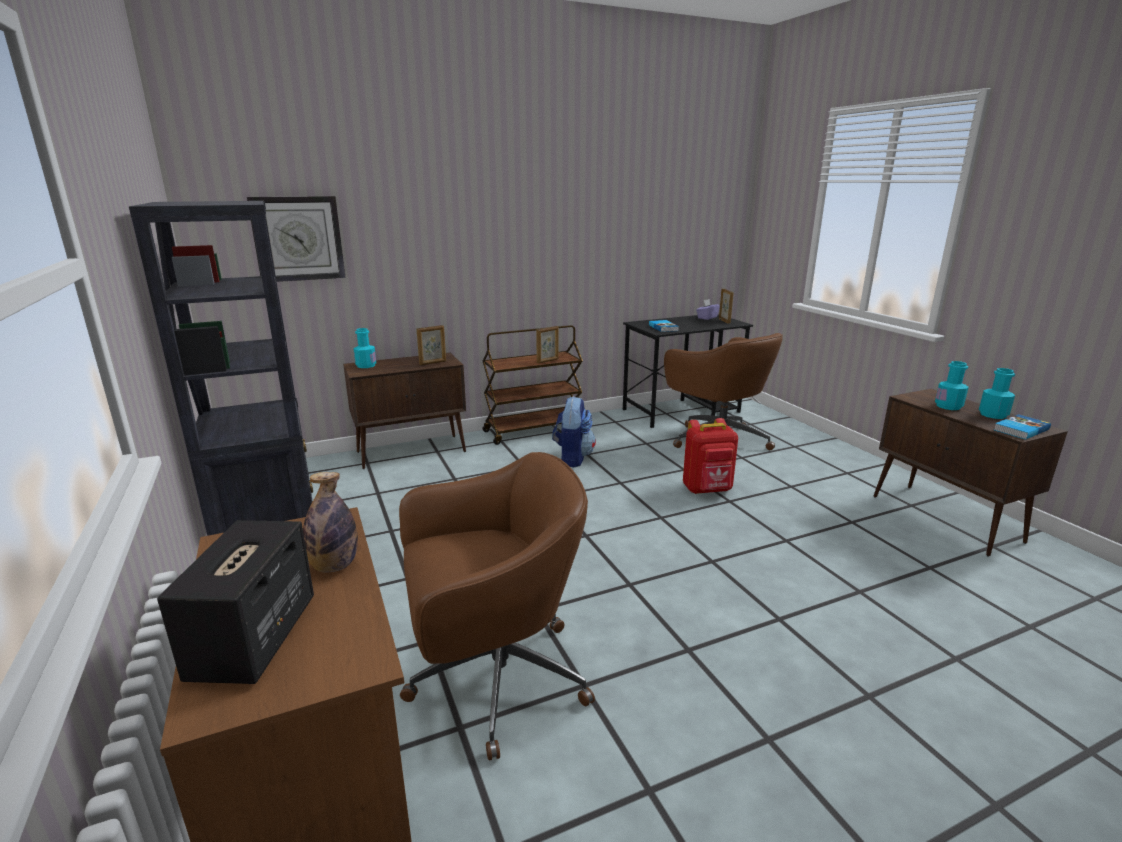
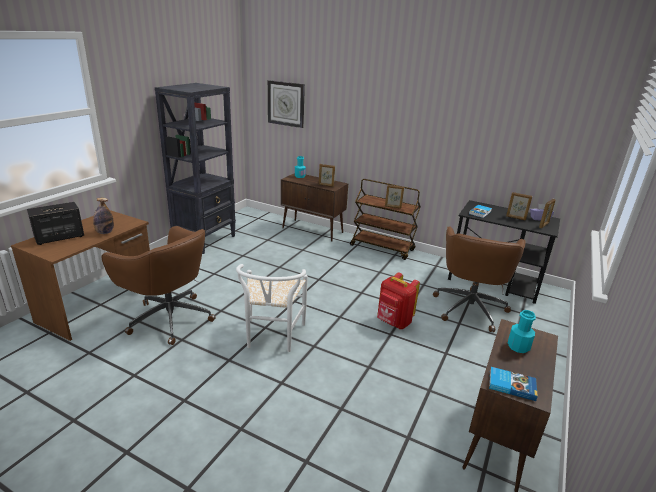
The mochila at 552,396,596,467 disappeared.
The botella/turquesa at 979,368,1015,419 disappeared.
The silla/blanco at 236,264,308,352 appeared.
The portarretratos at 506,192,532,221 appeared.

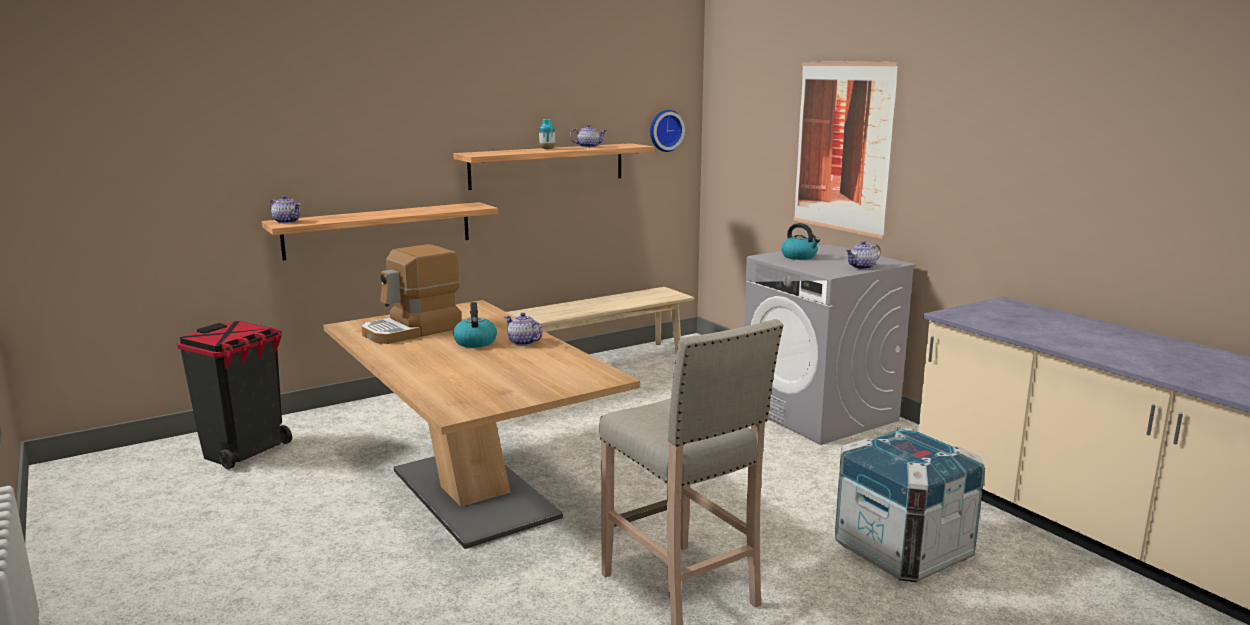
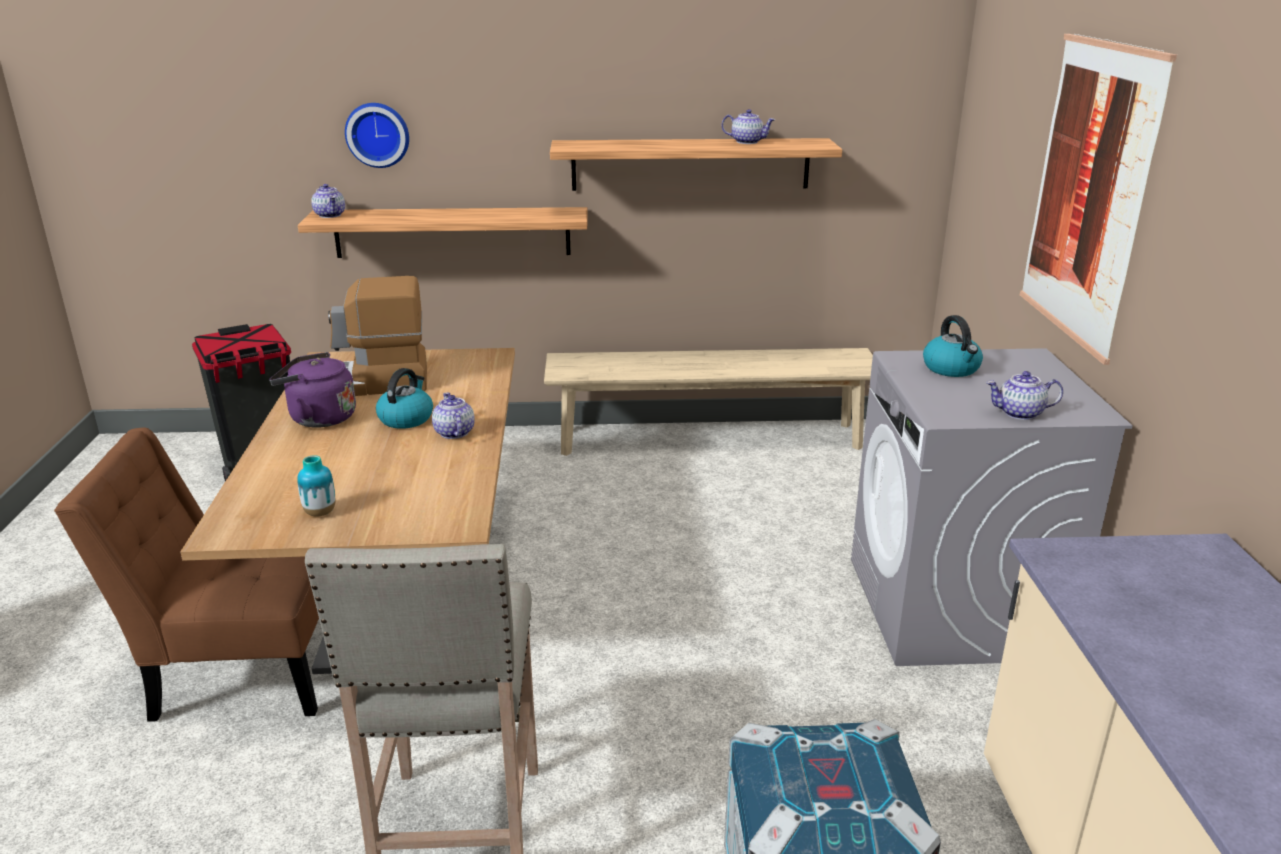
The florero moved from 539,119,555,149 to 297,455,335,517.
The reloj de pared moved from 650,110,685,152 to 345,103,409,168.
The silla/marrón at 54,428,319,722 appeared.
The hervidor/morado at 269,352,356,428 appeared.

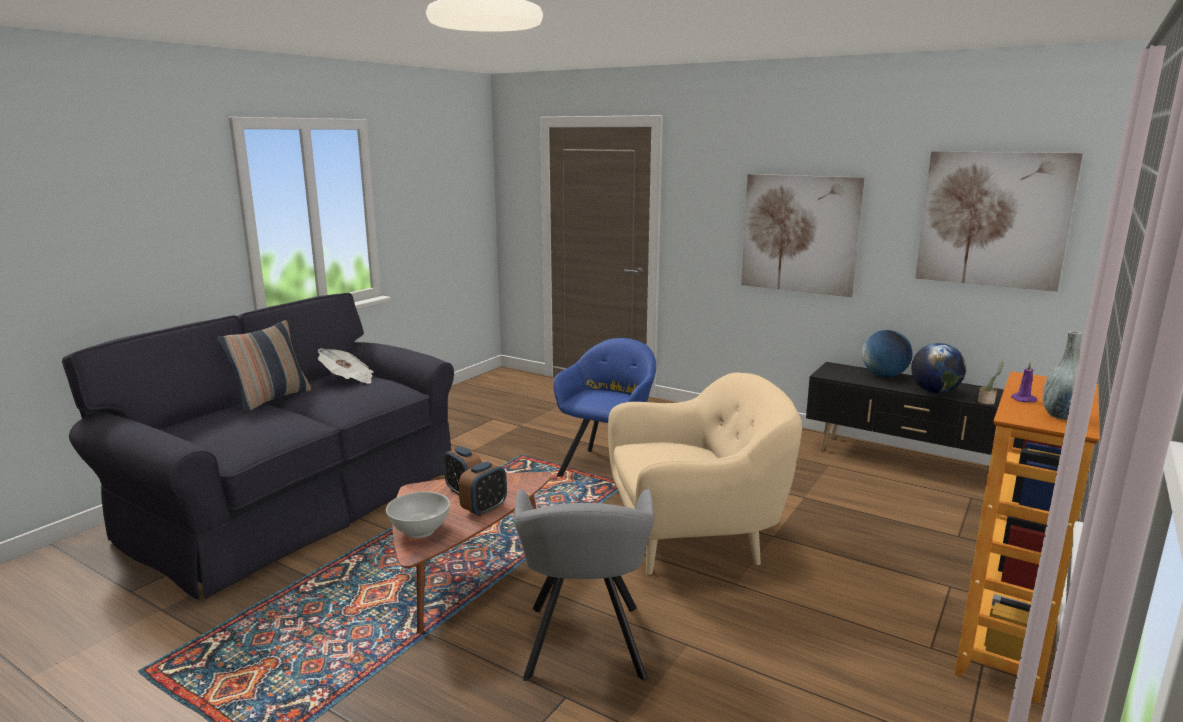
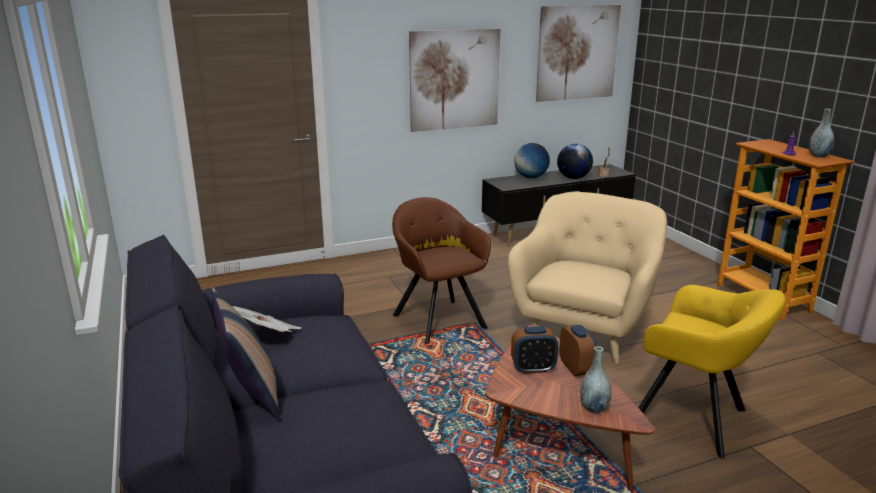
The cuenco/blanco at 386,492,450,538 was replaced by the florero/gris at 580,346,612,413.
The sillón/gris at 514,489,654,681 became the sillón/amarillo at 638,285,785,459.
The sillón/azul at 553,338,656,477 became the sillón/marrón at 392,197,491,345.

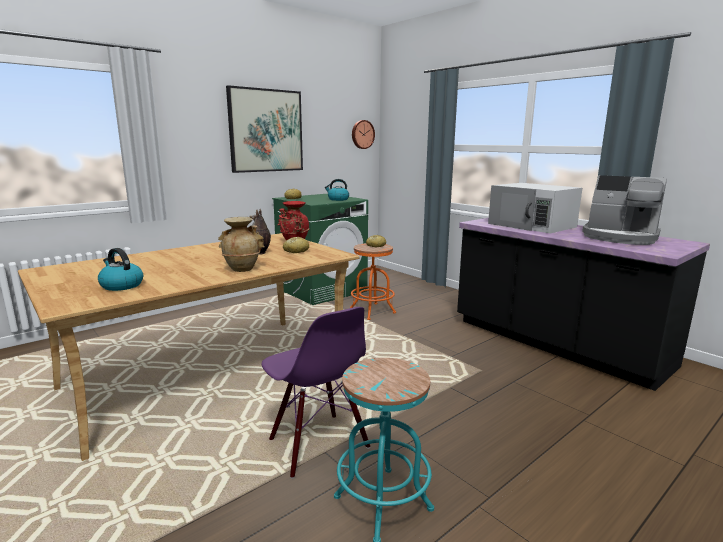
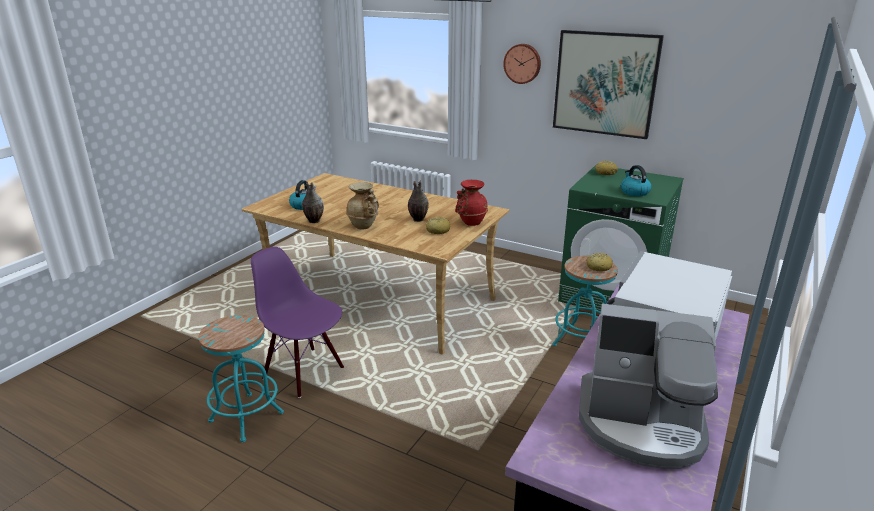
The silla/morado at 262,307,370,479 turned 90 degrees clockwise.
The taburete/naranja at 350,243,396,320 became the taburete/turquesa at 552,256,618,346.
The reloj de pared moved from 352,120,375,149 to 503,44,541,84.
The cafetera at 582,175,667,245 turned 90 degrees counterclockwise.
The florero at 302,182,324,223 appeared.

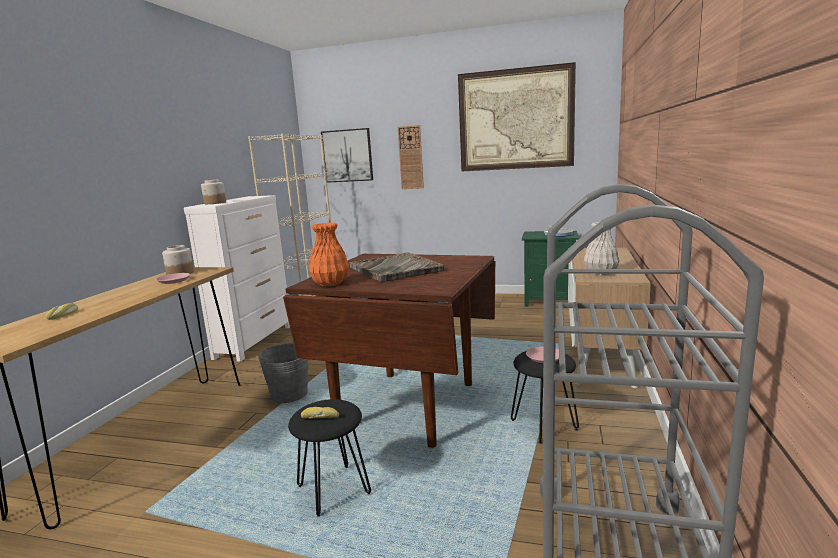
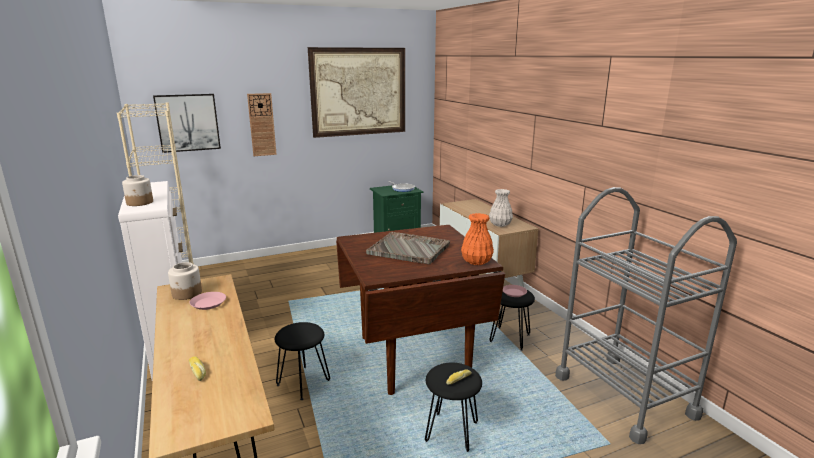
The cubo/gris at 259,343,308,404 was replaced by the taburete/negro at 275,322,330,400.
The florero/naranja moved from 309,223,349,286 to 461,213,494,265.

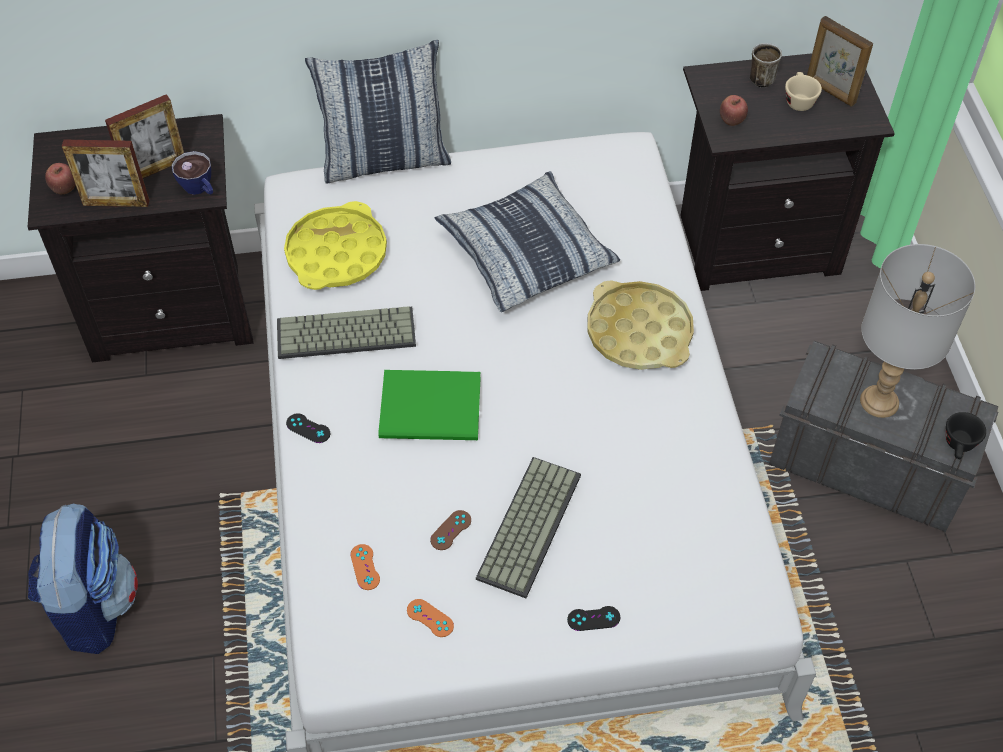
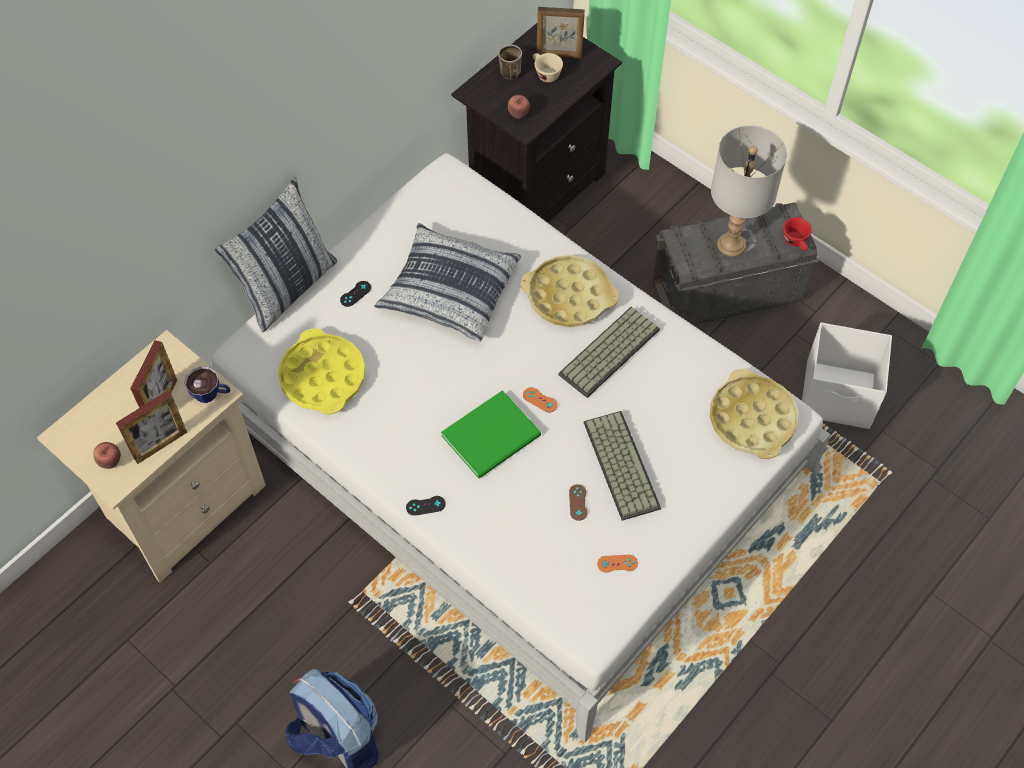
The mesita de noche/negro at 28,114,254,363 became the mesita de noche/beis at 37,330,266,582.
The teclado moved from 277,306,416,359 to 558,307,660,398.
The mando de consola/naranja moved from 350,544,380,590 to 523,387,558,413.
The mando de consola/negro moved from 567,606,620,631 to 340,281,371,307.
The taza/negro at 946,412,986,459 became the taza/rojo at 783,217,812,251.
The bandeja/amarillo at 710,368,798,459 appeared.
The caja de almacenaje/blanco at 802,322,892,429 appeared.

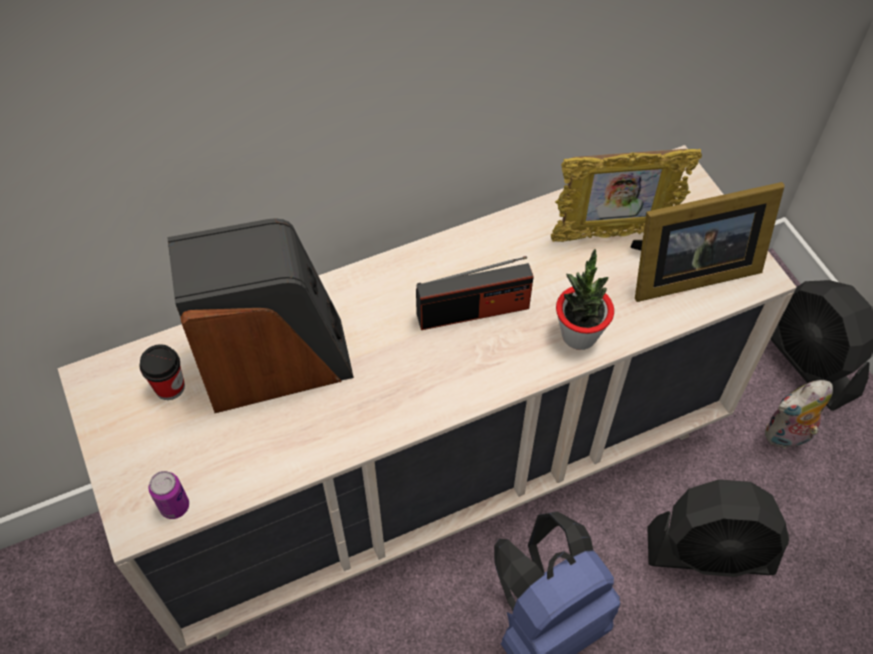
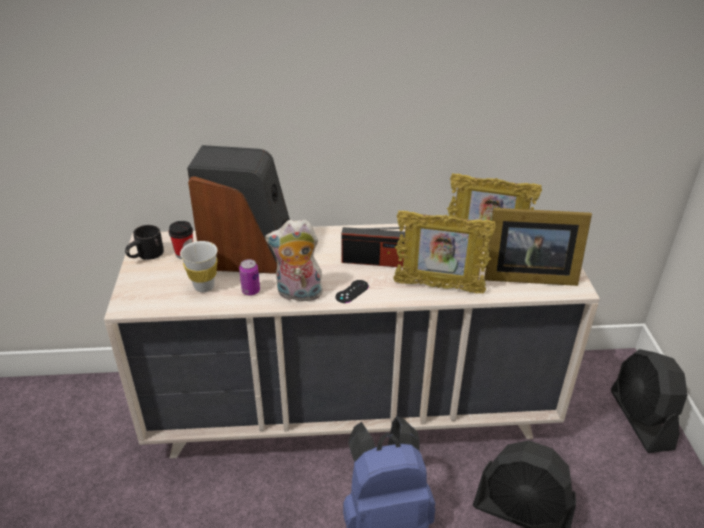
The lata moved from 149,471,189,519 to 239,259,260,296.
The planta en maceta at 556,249,614,350 was replaced by the portarretratos at 393,210,496,293.
The peluche moved from 765,380,833,449 to 265,219,323,302.
The taza grande/negro at 125,225,164,260 appeared.
The taza/blanco at 180,241,218,292 appeared.
The mando de consola/negro at 336,280,369,303 appeared.

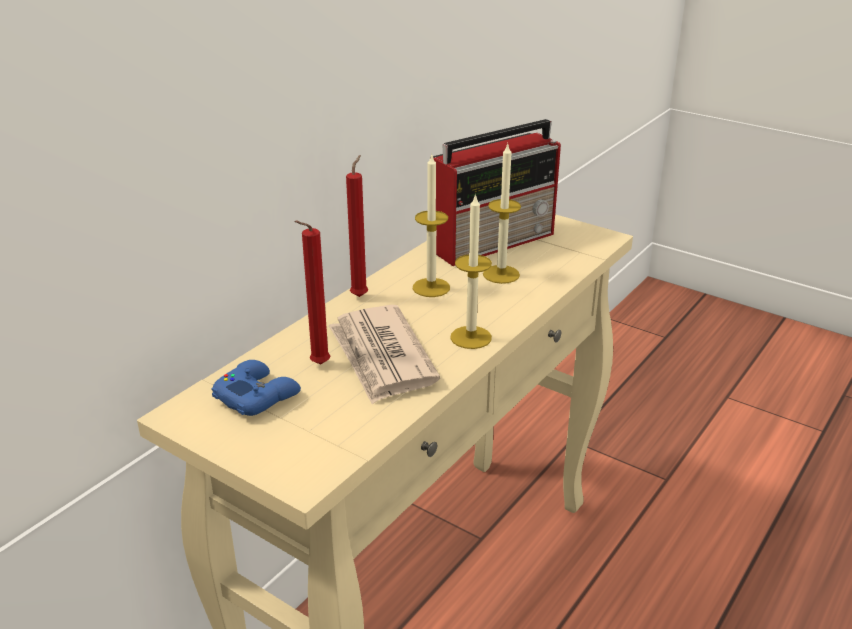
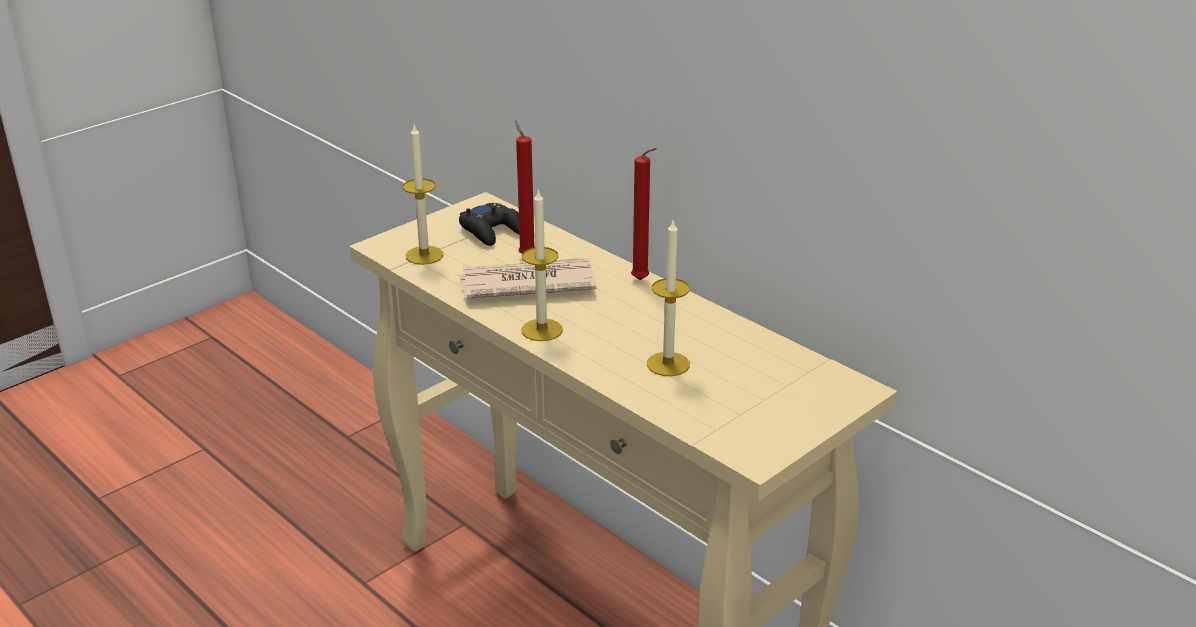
The mando de consola/azul at 211,360,301,416 became the mando de consola/negro at 459,203,519,246.
The vela moved from 413,153,450,297 to 403,124,443,265.
The radio at 433,119,561,266 disappeared.

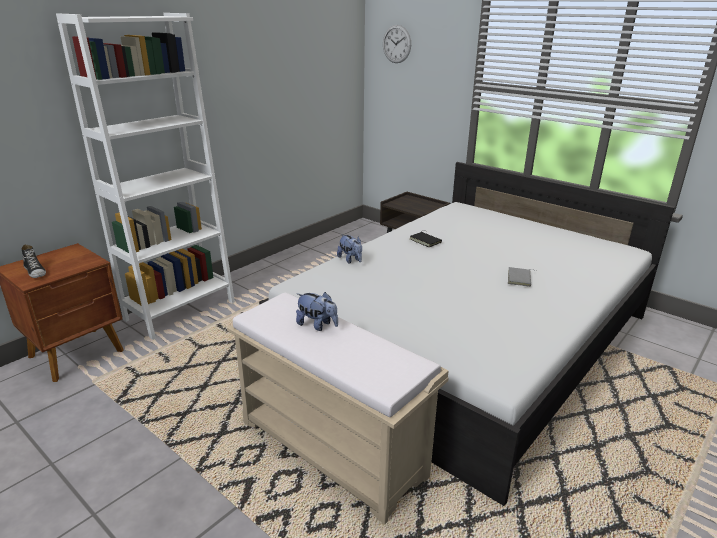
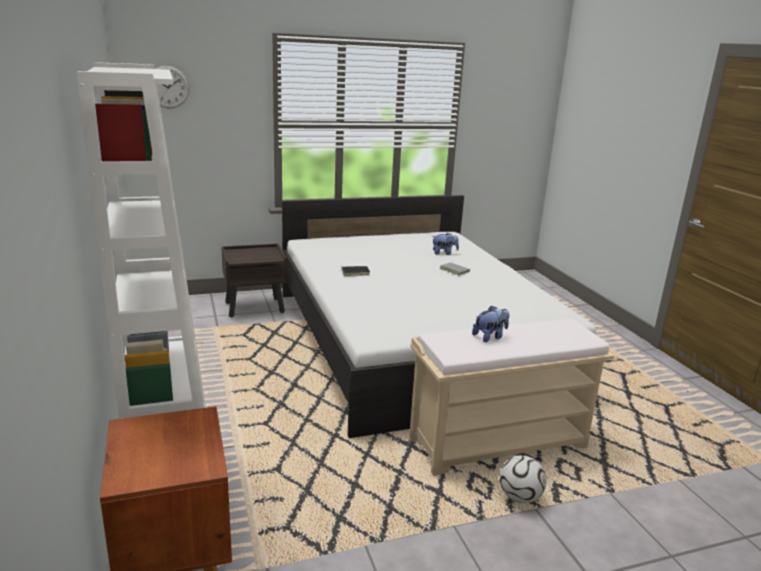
The zapato at 22,244,46,278 disappeared.
The peluche moved from 337,234,362,264 to 432,232,459,255.
The balón de fútbol at 499,455,546,503 appeared.

